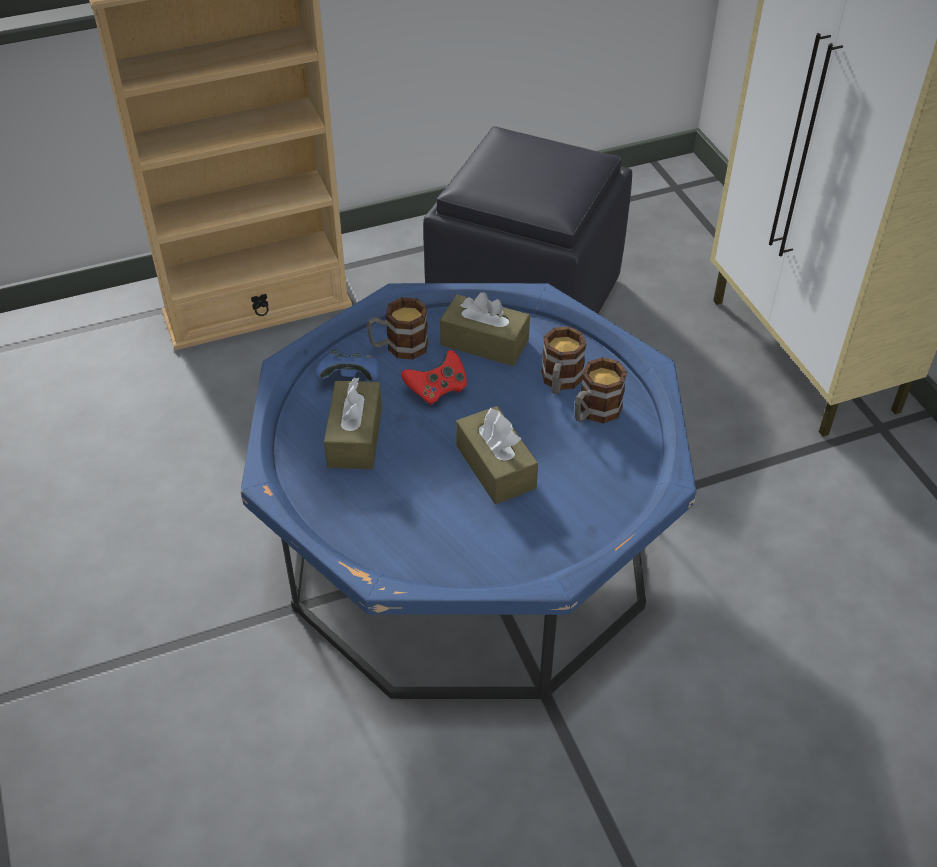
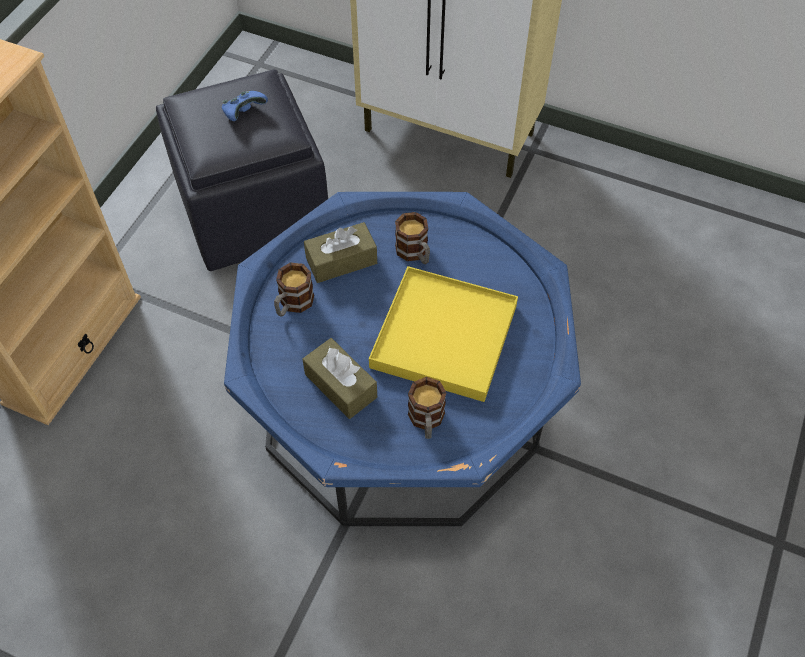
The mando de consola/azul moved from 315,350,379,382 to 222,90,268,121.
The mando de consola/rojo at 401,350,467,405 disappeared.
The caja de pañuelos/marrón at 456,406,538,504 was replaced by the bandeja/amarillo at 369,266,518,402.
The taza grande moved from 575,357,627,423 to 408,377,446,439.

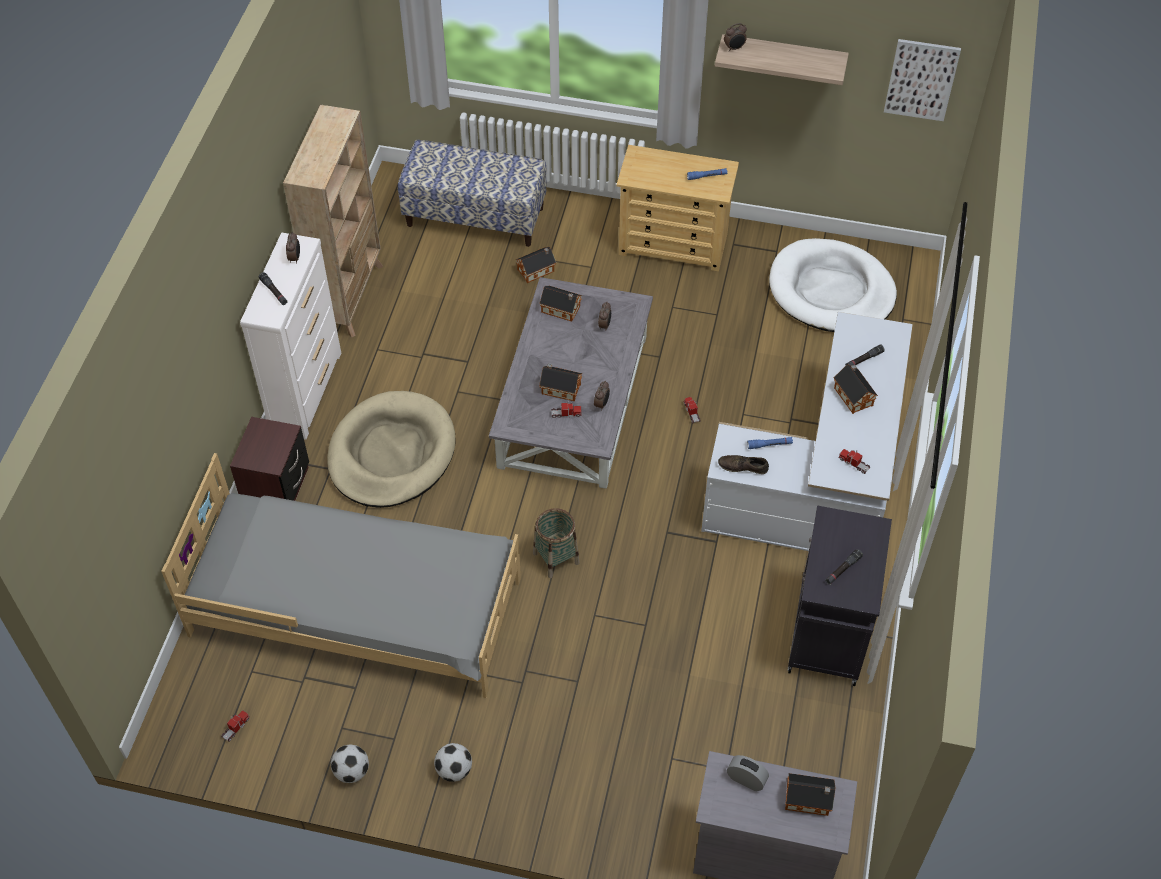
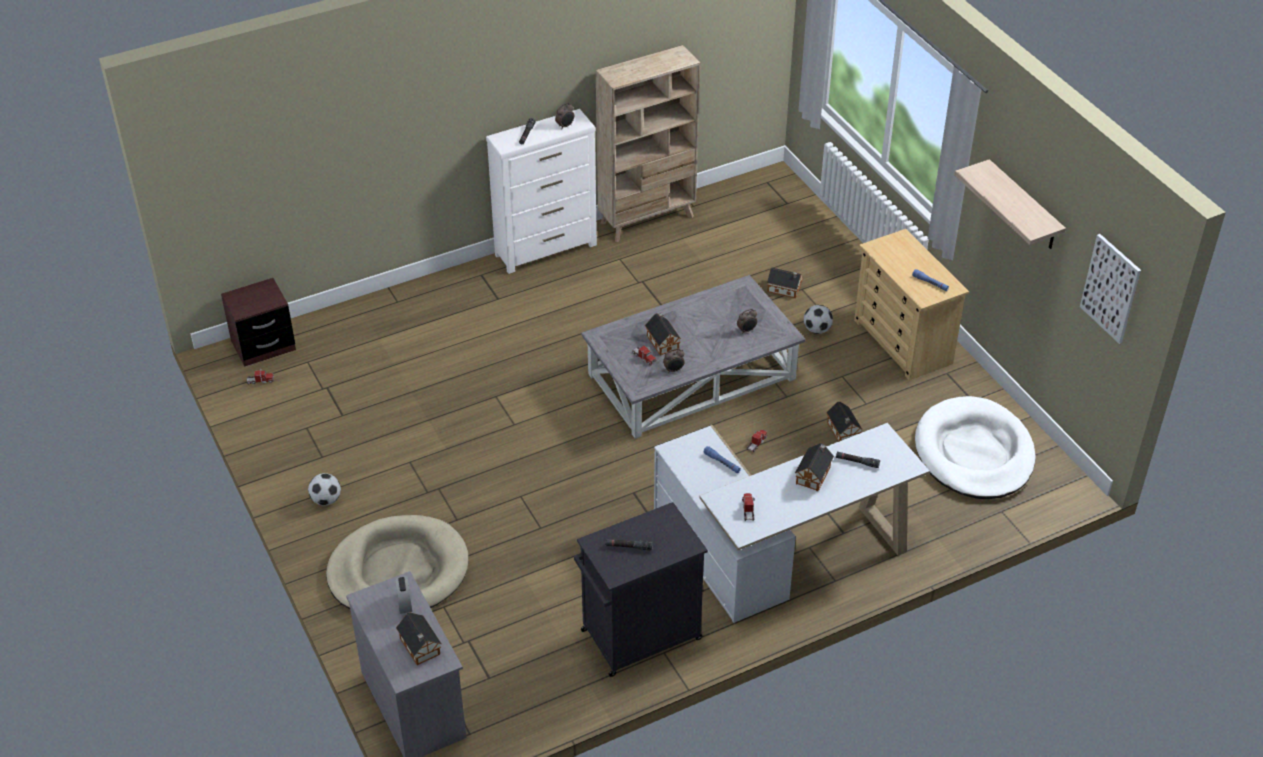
The cama/gris at 161,453,521,698 disappeared.
The mesita de noche/marrón moved from 230,417,309,501 to 221,278,296,367.
The cama para perro/beis moved from 327,391,456,508 to 326,515,468,609.
The balón de fútbol moved from 331,744,369,783 to 804,305,833,334.
The banco at 398,140,547,247 disappeared.
The cesta at 533,508,580,578 disappeared.
The casita moved from 540,286,582,322 to 826,401,863,442.
The zapato/marrón at 718,455,769,474 disappeared.
The despertador at 724,23,747,52 disappeared.

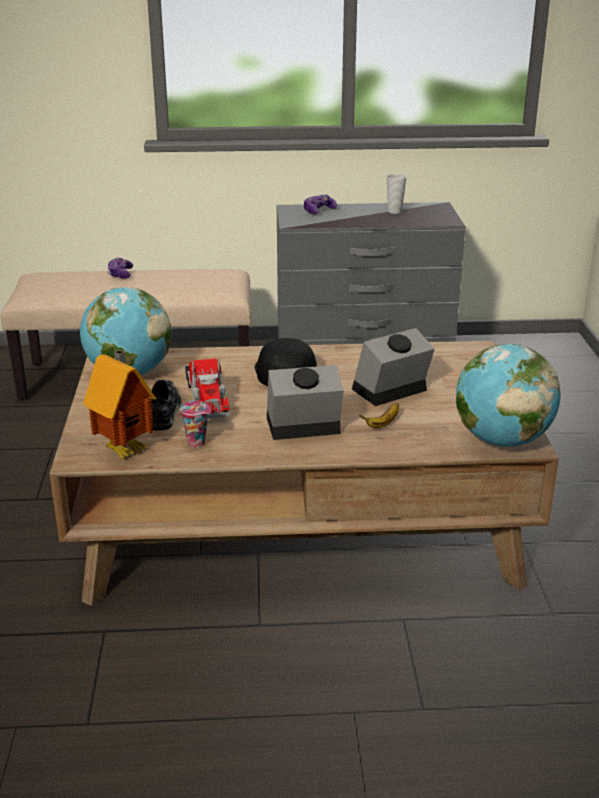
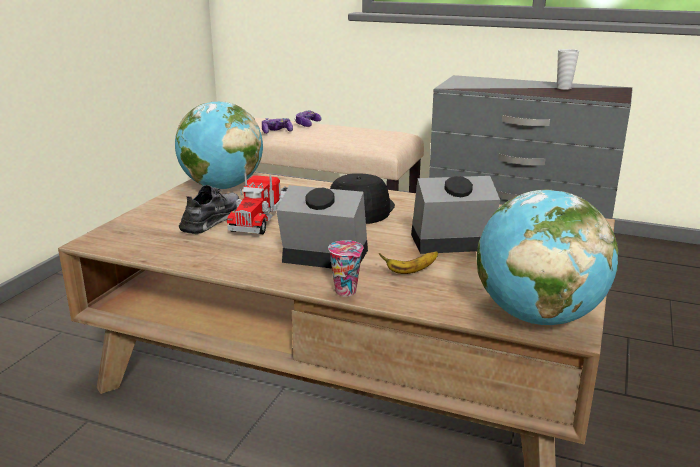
The casita at 83,350,156,459 disappeared.
The taza moved from 180,401,211,447 to 328,240,364,297.
The mando de consola moved from 304,195,337,214 to 262,118,293,134.

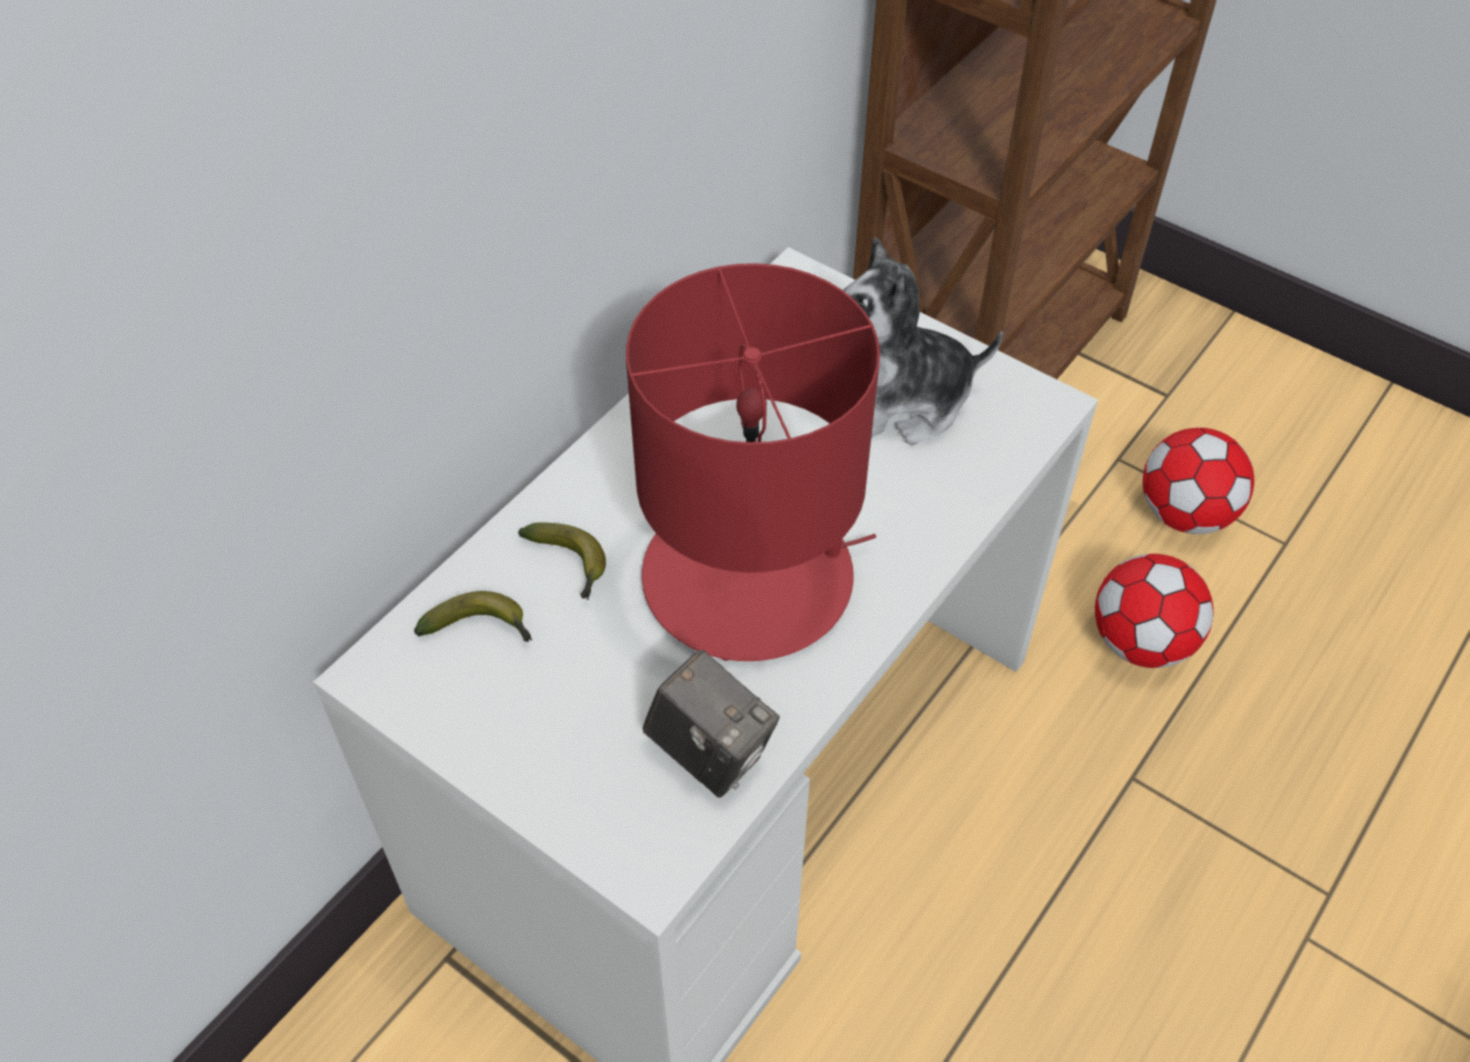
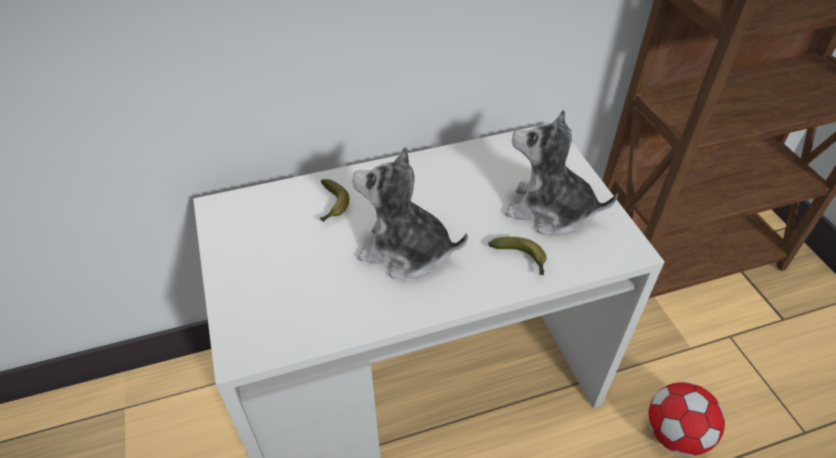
The plátano moved from 414,591,532,642 to 488,237,547,276.
The lámpara de mesa/rojo at 626,263,880,661 was replaced by the peluche at 352,147,468,279.
The cámara at 642,650,780,798 disappeared.
The balón de fútbol at 1143,427,1254,534 disappeared.

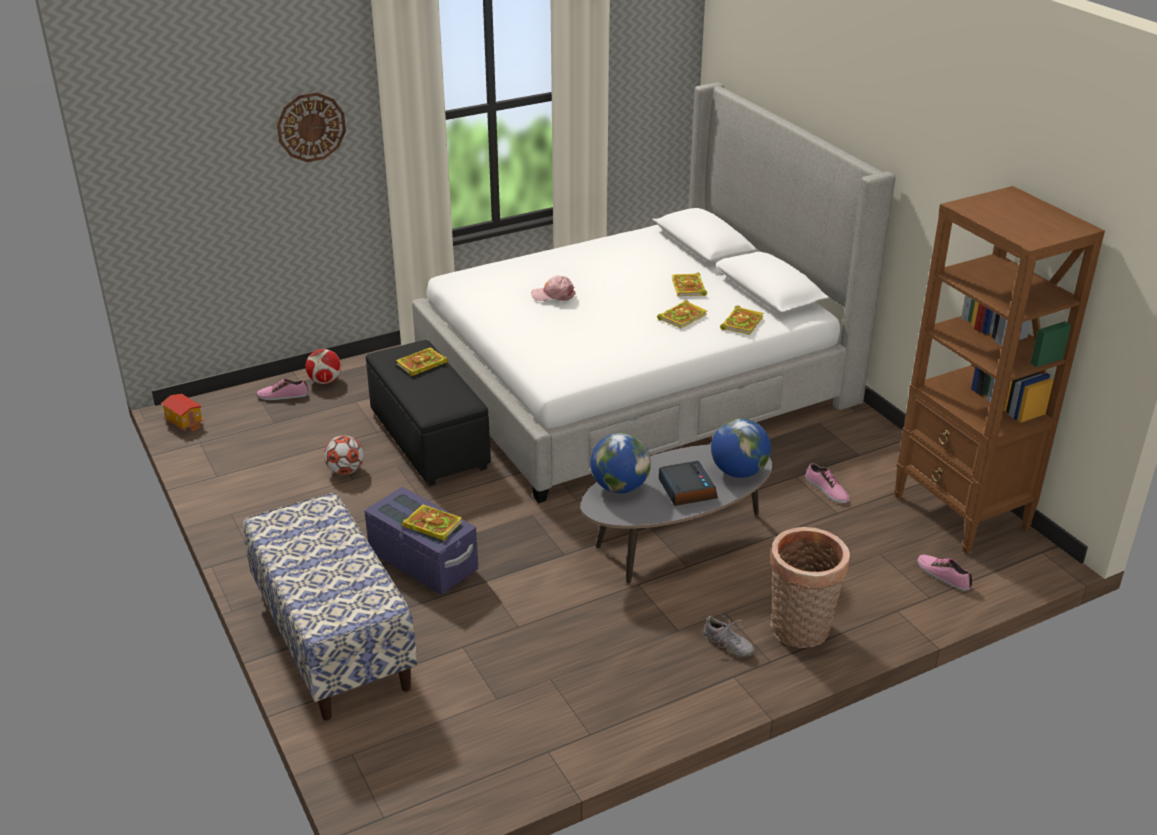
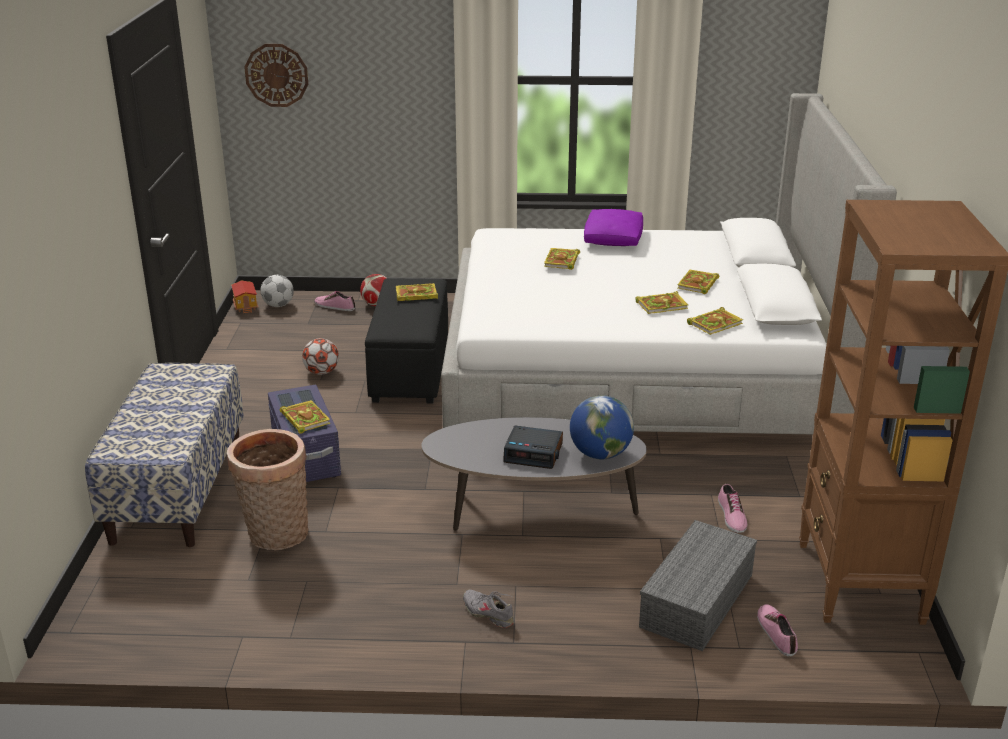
The reloj de pared moved from 277,92,346,162 to 244,44,308,107.
The gorra/rosa at 531,276,576,301 was replaced by the libro at 544,248,580,270.
The globo terráqueo at 590,433,651,493 disappeared.
The despertador at 659,461,718,506 turned 90 degrees clockwise.
The zapato/gris at 703,614,755,657 turned 150 degrees clockwise.
The cesta moved from 770,527,850,648 to 227,429,308,551.
The balón de fútbol at 260,275,294,307 appeared.
The cojín/morado at 584,209,643,246 appeared.
The caja de almacenaje/gris at 639,520,757,651 appeared.

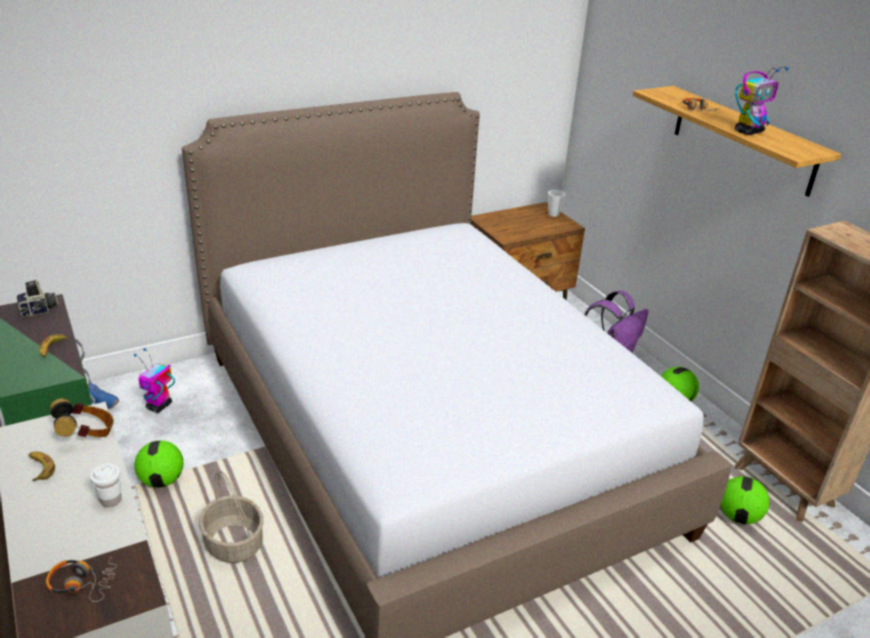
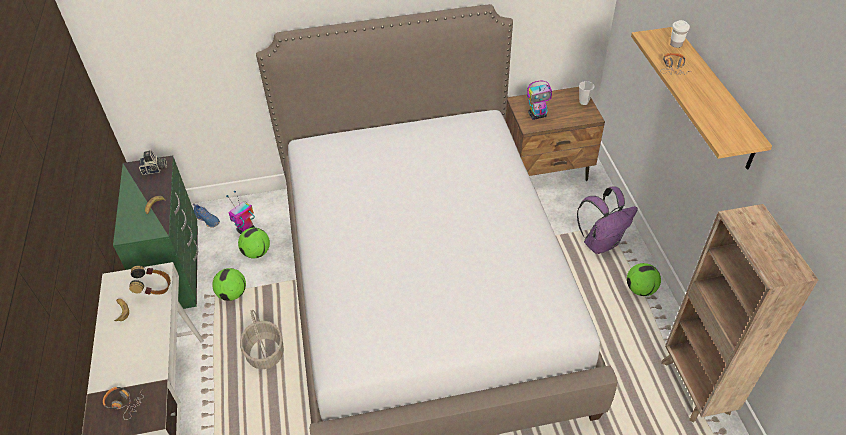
The taza/blanco moved from 90,464,122,507 to 670,20,690,48.
The balón de fútbol moved from 721,476,769,524 to 238,228,270,258.
The robot de juguete moved from 735,67,789,135 to 527,81,552,120.

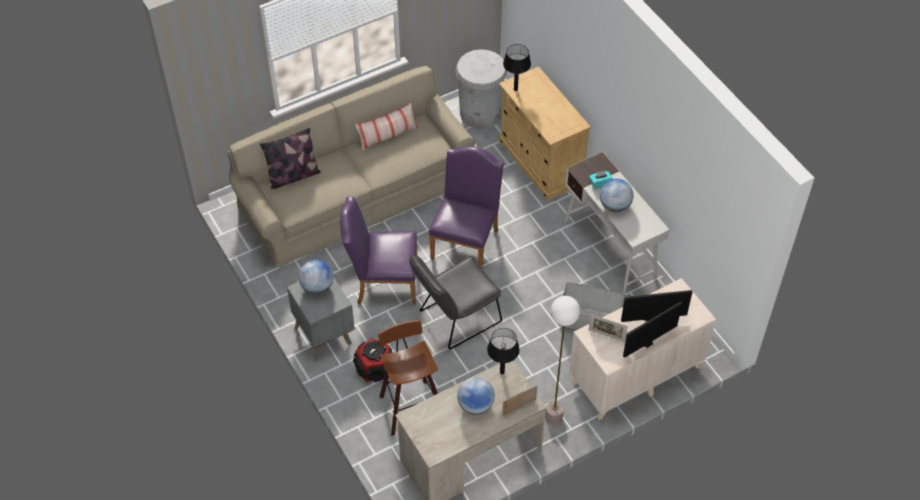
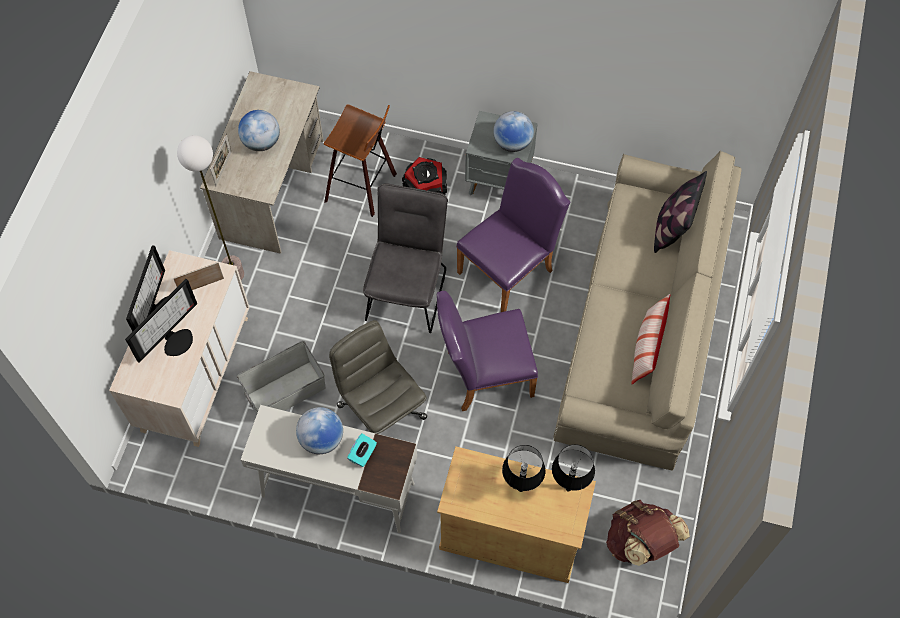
The silla/morado at 429,146,504,268 turned 105 degrees clockwise.
The papelera/blanco at 455,49,507,129 was replaced by the mochila/marrón at 606,500,690,566.
The lámpara de mesa/negro moved from 487,328,520,374 to 502,445,545,492.
The silla de oficina/gris at 329,320,427,434 appeared.

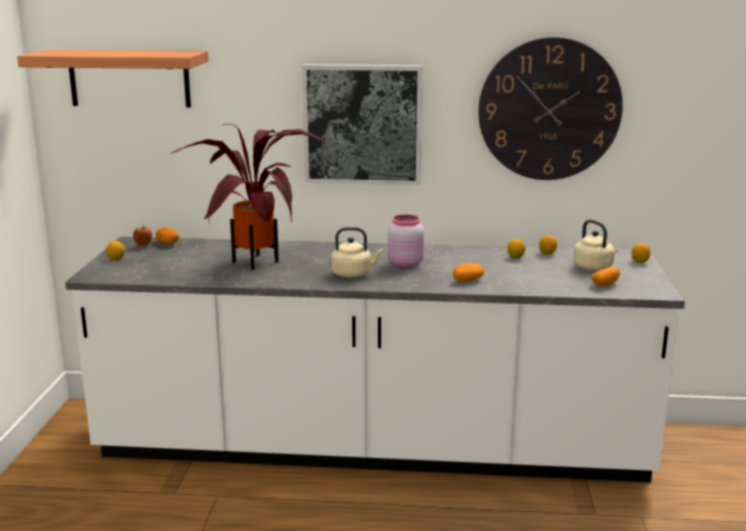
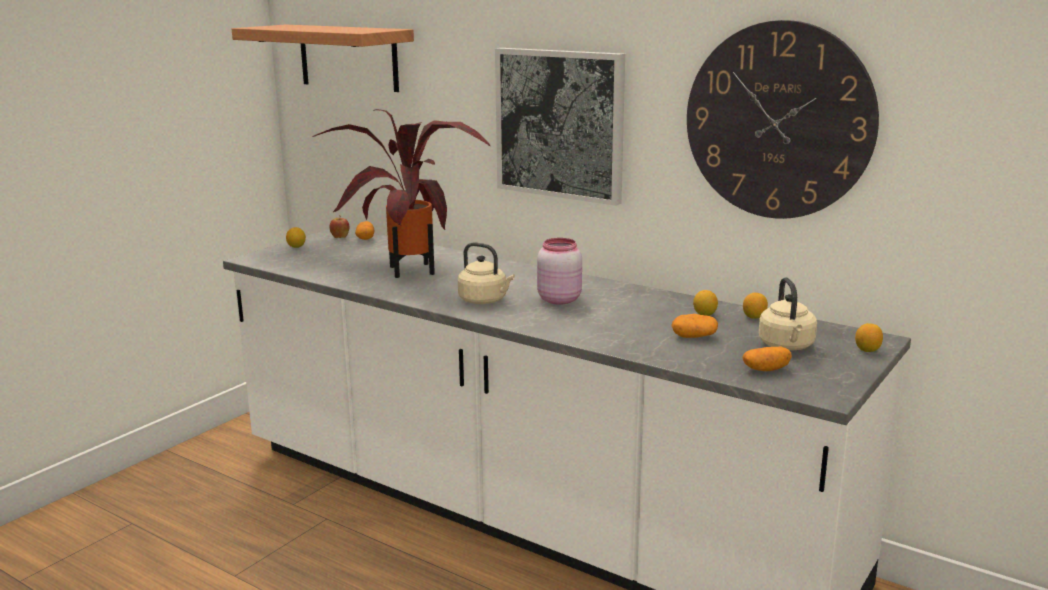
The patata moved from 453,263,484,282 to 671,314,718,338.

